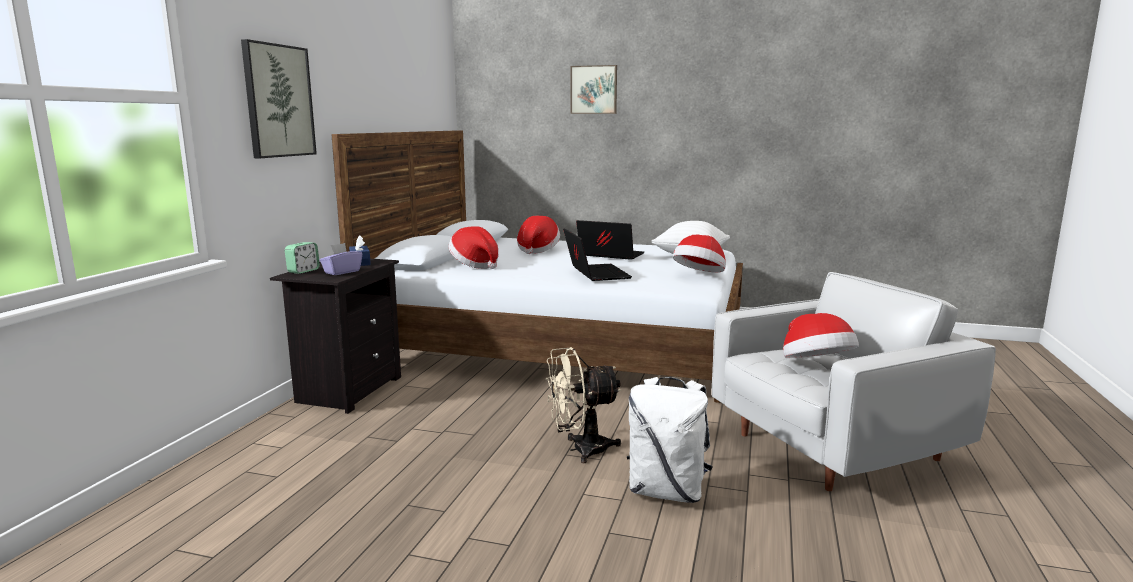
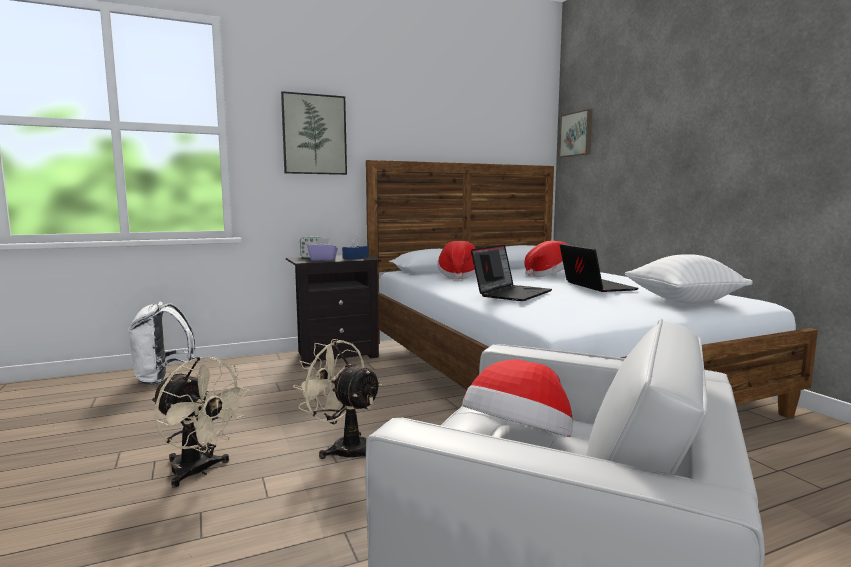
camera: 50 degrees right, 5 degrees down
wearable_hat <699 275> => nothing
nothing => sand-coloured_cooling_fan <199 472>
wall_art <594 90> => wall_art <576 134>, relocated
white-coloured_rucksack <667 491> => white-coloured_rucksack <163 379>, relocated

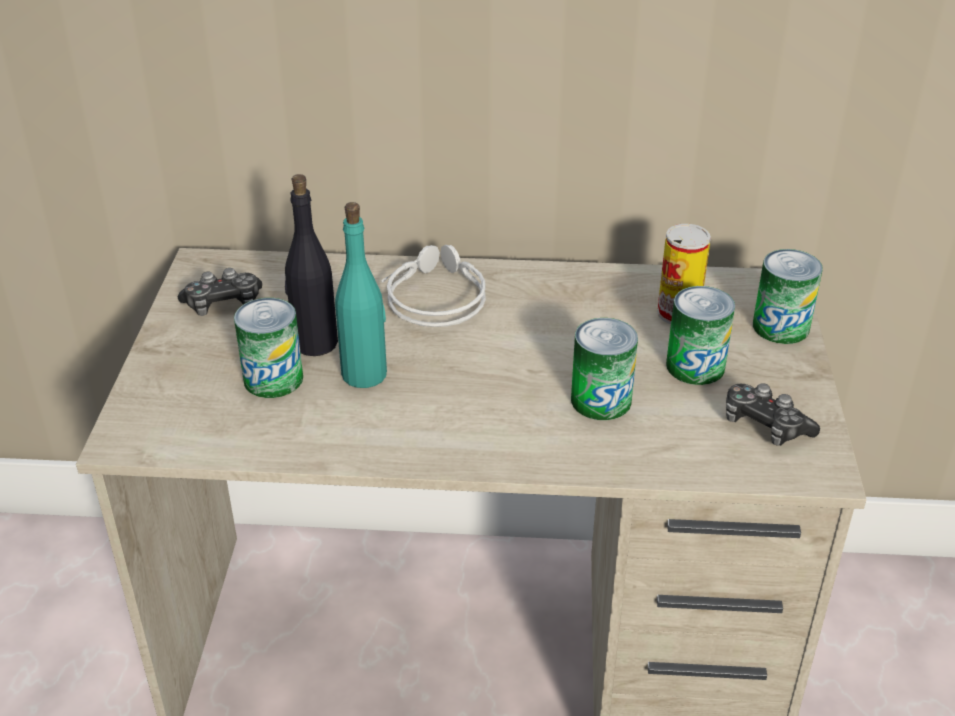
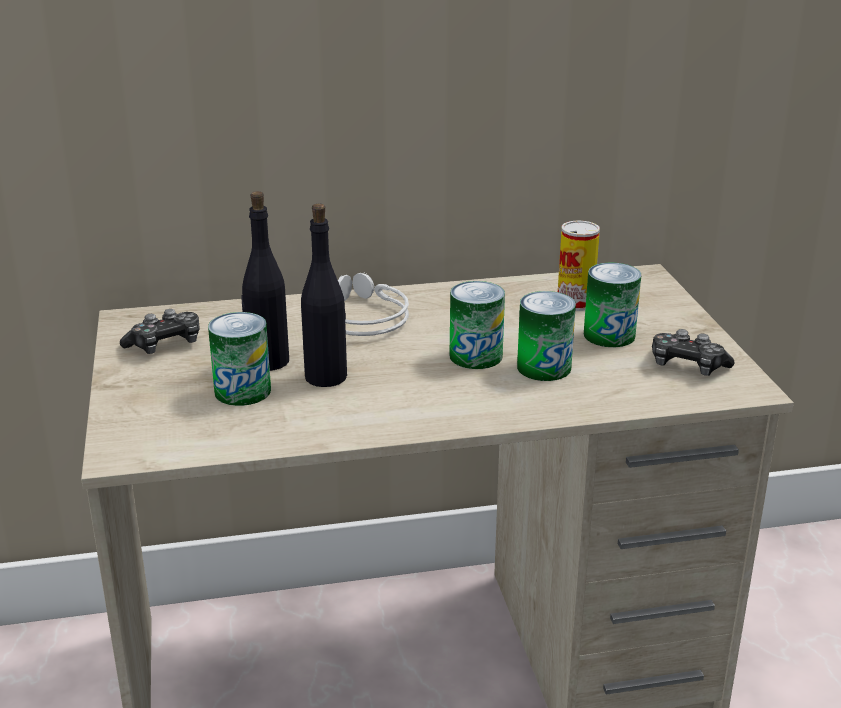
camera: 15 degrees left, 10 degrees down
sealed_can <780 327> => sealed_can <476 356>, relocated
blue-green_bottle <365 374> => black_bottle <326 377>

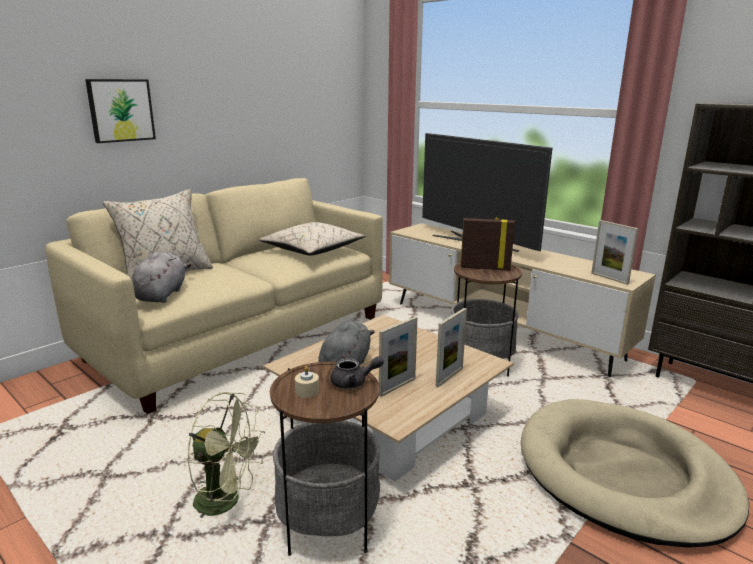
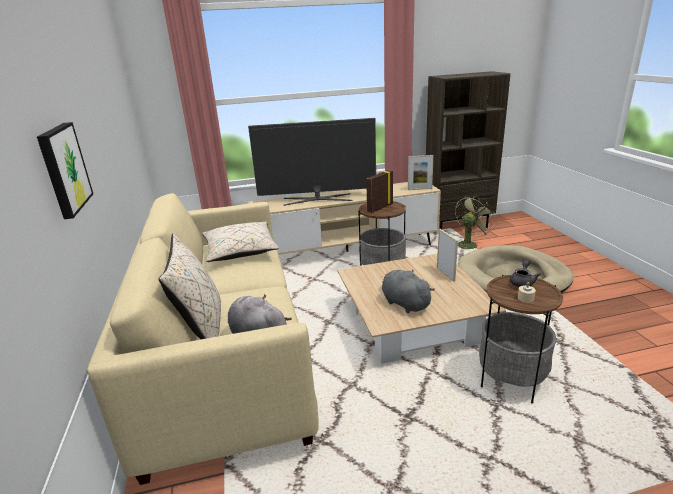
camera: 55 degrees left, 5 degrees up
photo_frame <397 387> => nothing
greenish_cooling_fan <227 501> => greenish_cooling_fan <469 244>, relocated

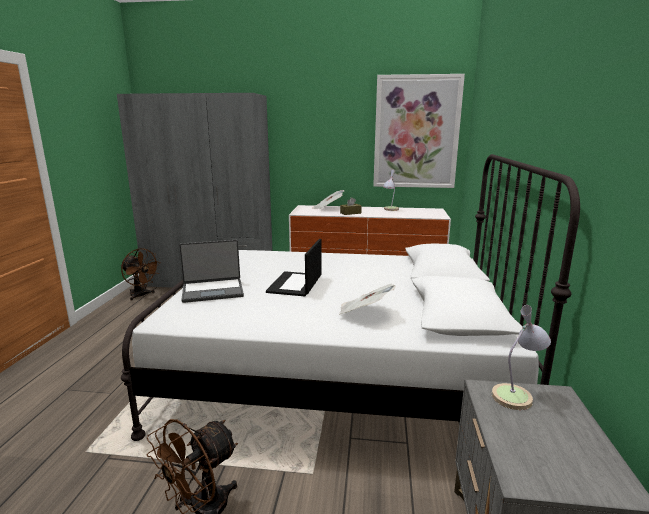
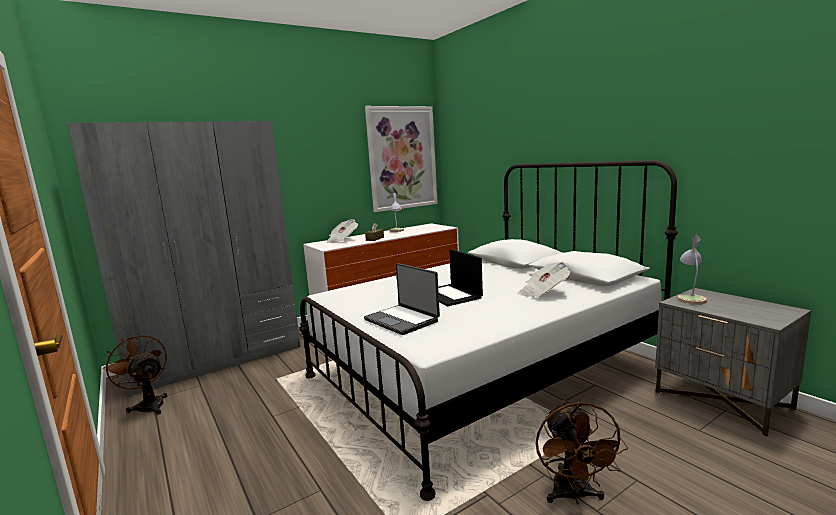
camera: 40 degrees left, 5 degrees down
brownish_cooling_fan <141 295> => brownish_cooling_fan <148 405>, 135 degrees counterclockwise
notebook_computer <213 291> => notebook_computer <402 320>, 105 degrees clockwise

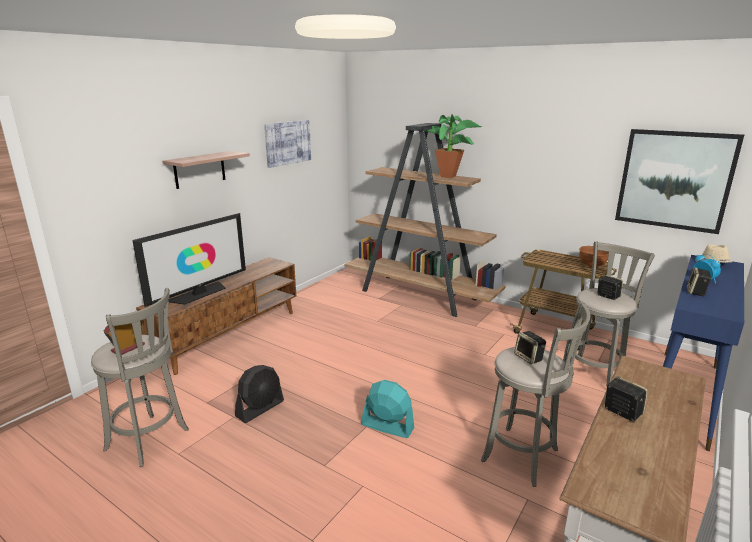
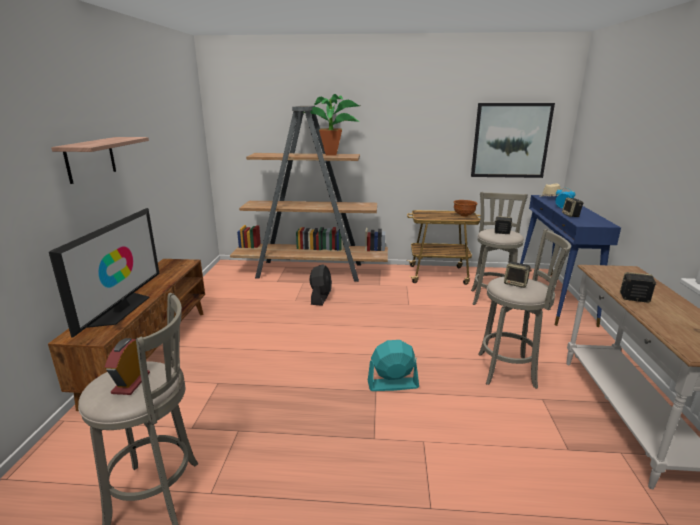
camera: 30 degrees left, 0 degrees up
wall_art <287 143> => nothing
black_cooling_fan <260 408> => black_cooling_fan <321 298>, relocated

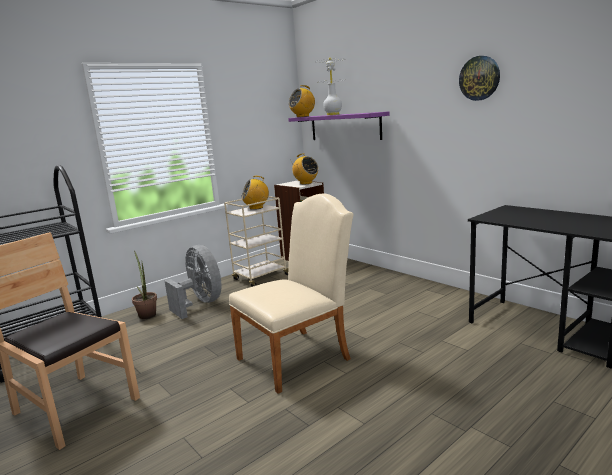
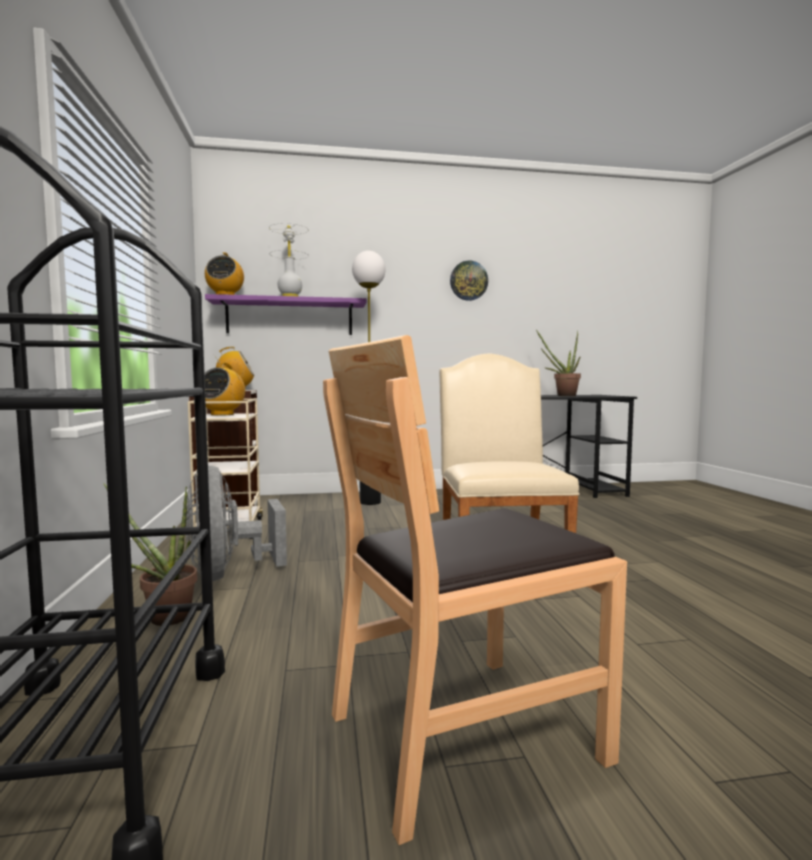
camera: 60 degrees left, 10 degrees down
nothing => standing_lamp <370 502>
nothing => plant_in_a_pot <562 395>
gray_cooling_fan <200 304> => gray_cooling_fan <227 574>, 105 degrees counterclockwise

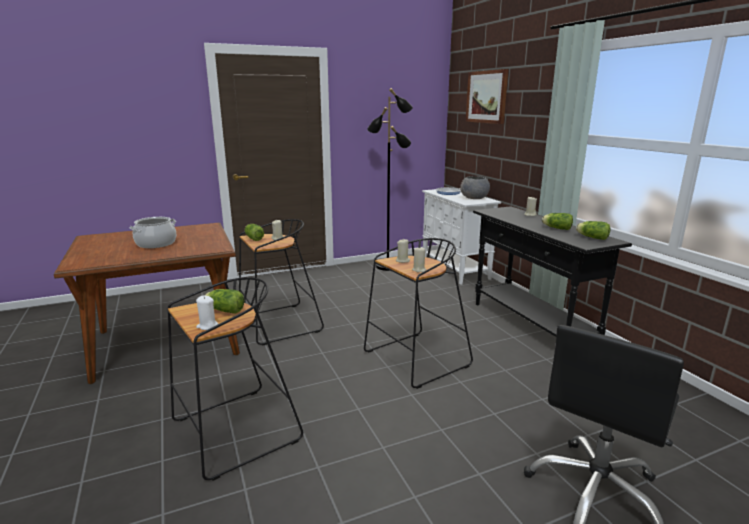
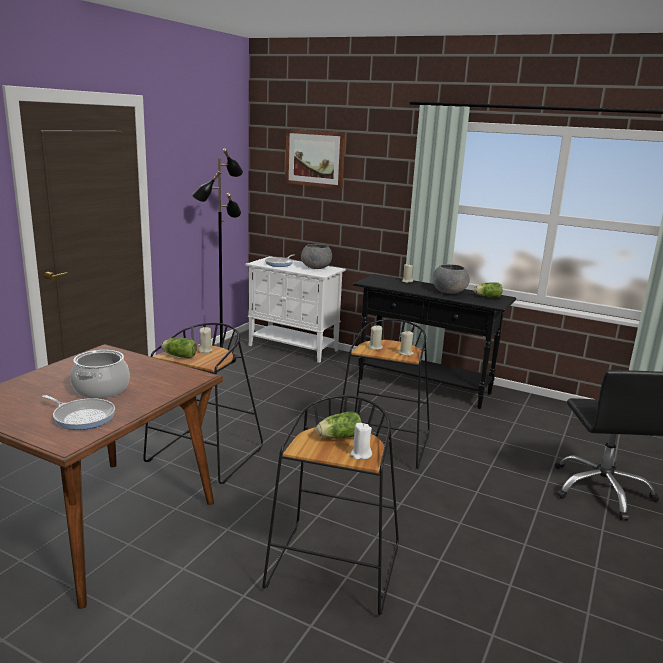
camera: 40 degrees left, 0 degrees up
nothing => pan <82 417>
lettuce_head <556 228> => gray_bowl <450 292>

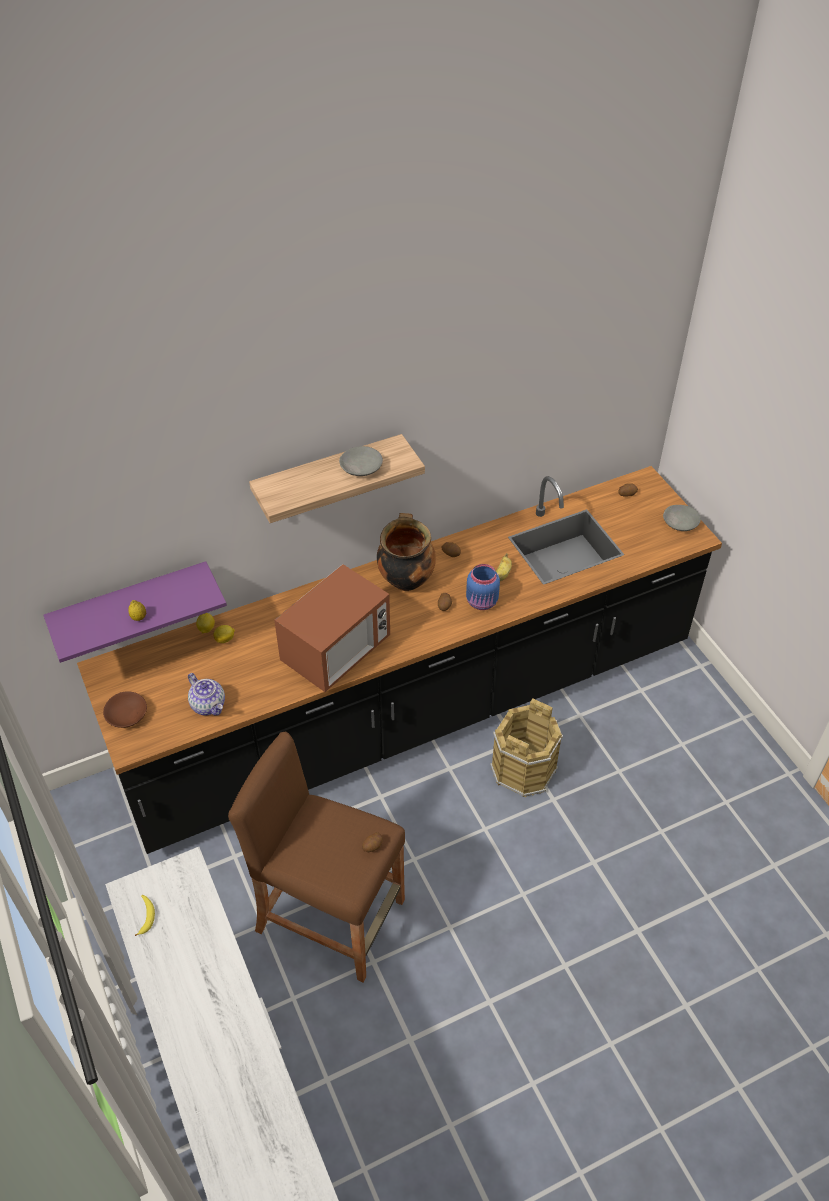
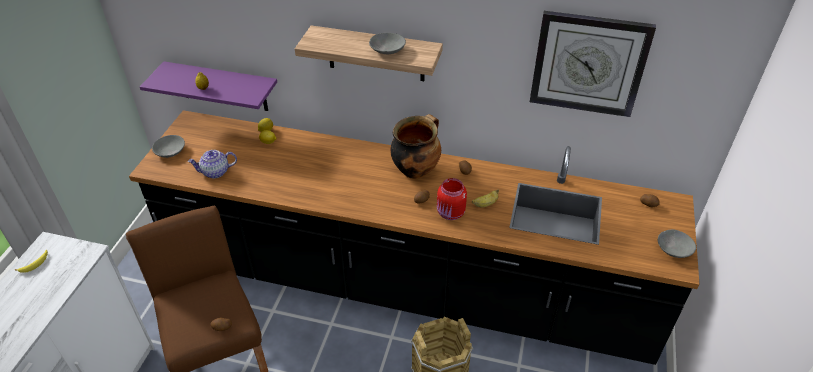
camera: 40 degrees right, 5 degrees down
microwave_oven <336 651> => nothing
nothing => hanging_clock <588 64>
brownish_bowl <127 715> => gray_bowl <170 151>
bluish_preserve_jar <482 602> => red-coloured_preserve_jar <450 213>
tea_pot <209 705> => tea_pot <215 172>, 75 degrees clockwise

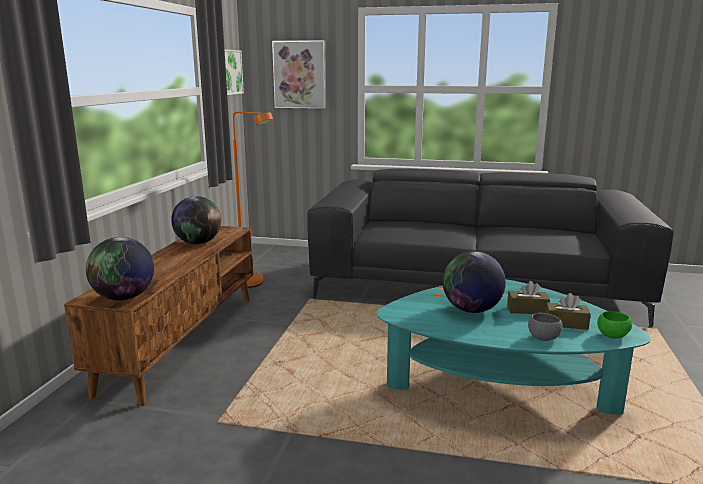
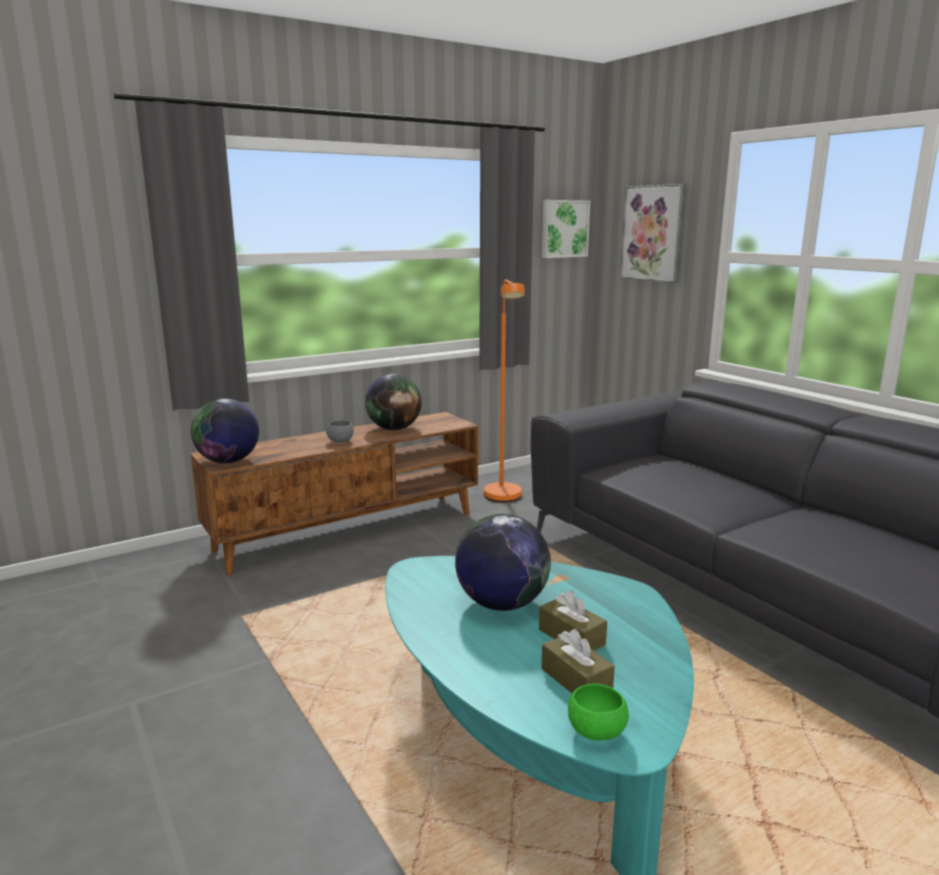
camera: 45 degrees right, 0 degrees up
gray_bowl <543 338> => gray_bowl <340 441>, relocated

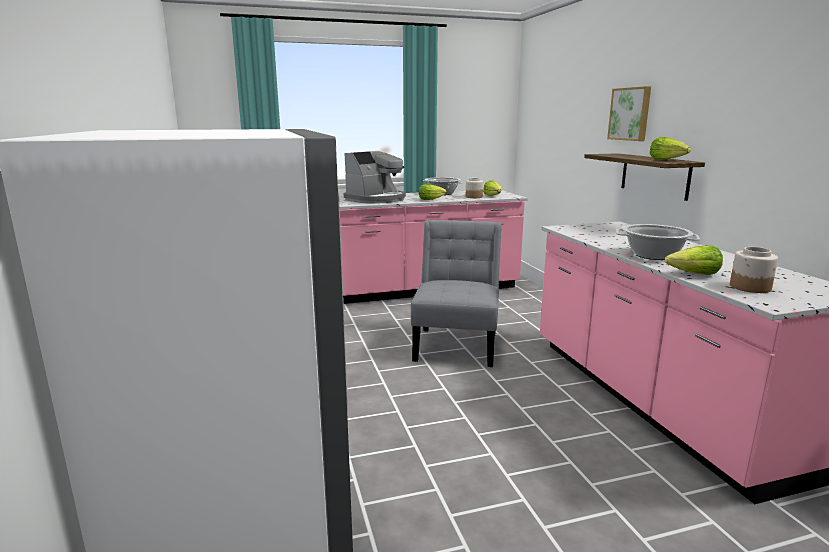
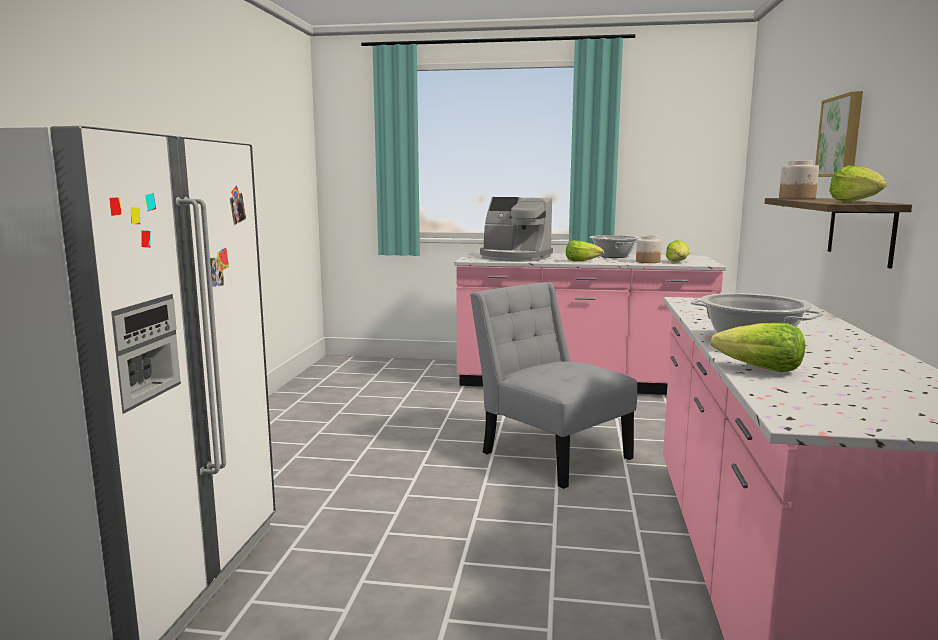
camera: 25 degrees right, 5 degrees down
preserve_jar <750 287> => preserve_jar <797 198>, relocated
coffee_maker <376 199> => coffee_maker <514 258>, 45 degrees clockwise
gray_upright_chair <457 344> => gray_upright_chair <550 453>, 75 degrees counterclockwise

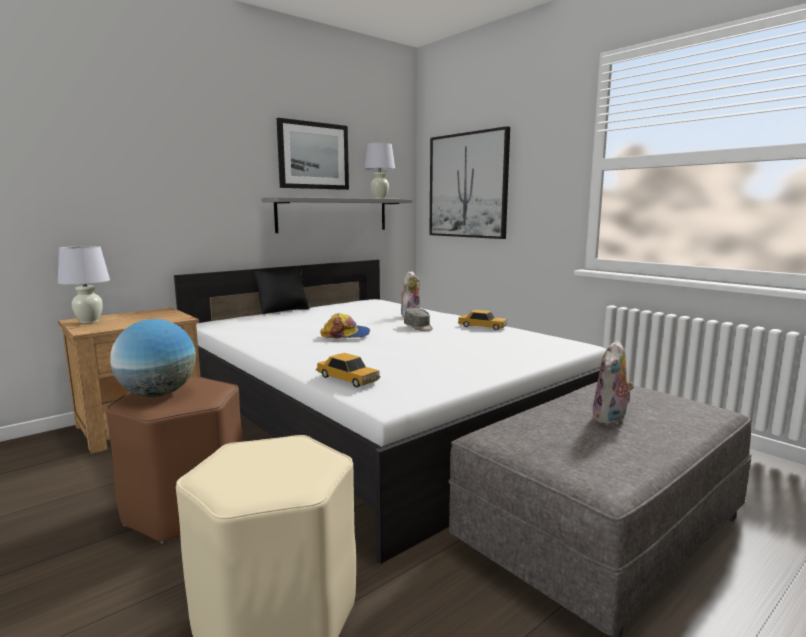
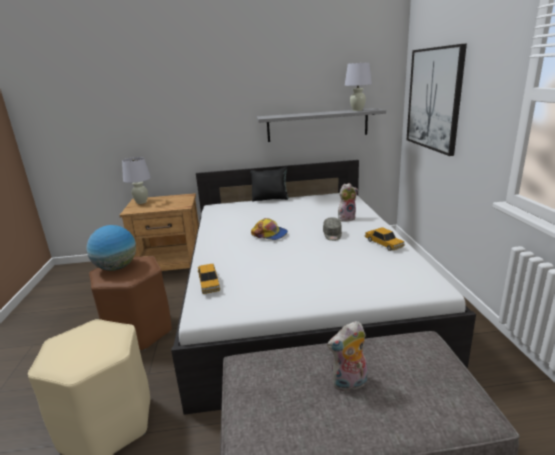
camera: 35 degrees right, 10 degrees up
wall_art <313 156> => nothing

